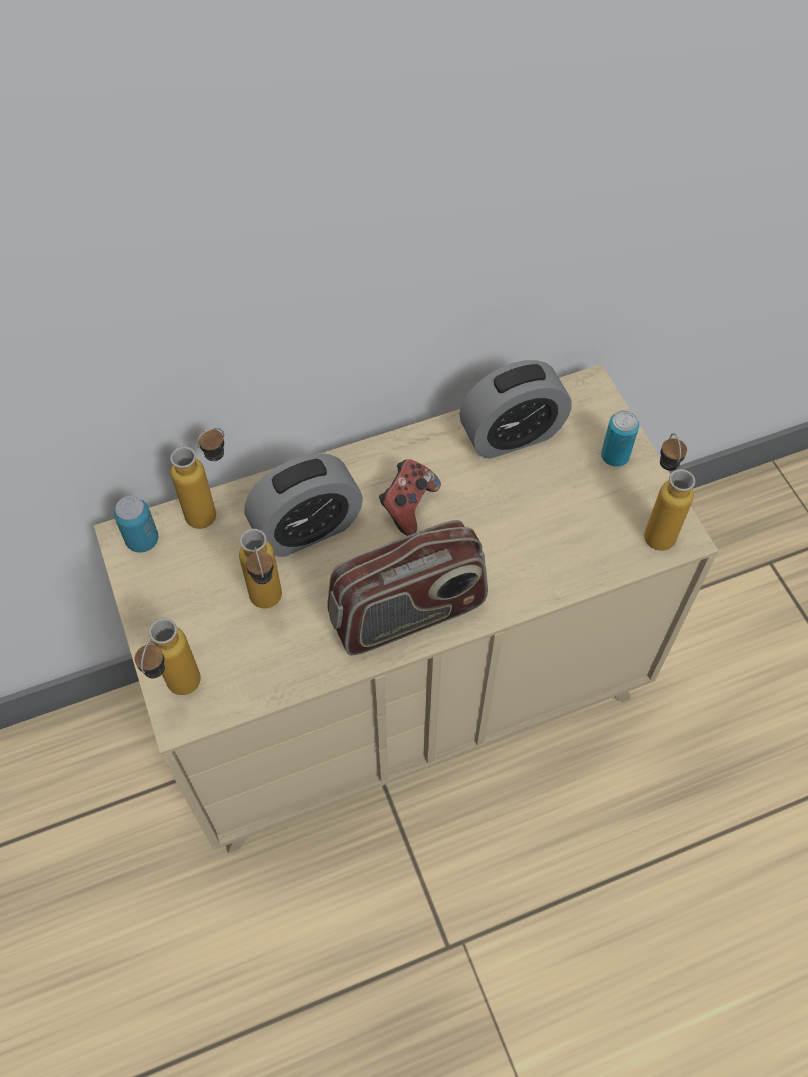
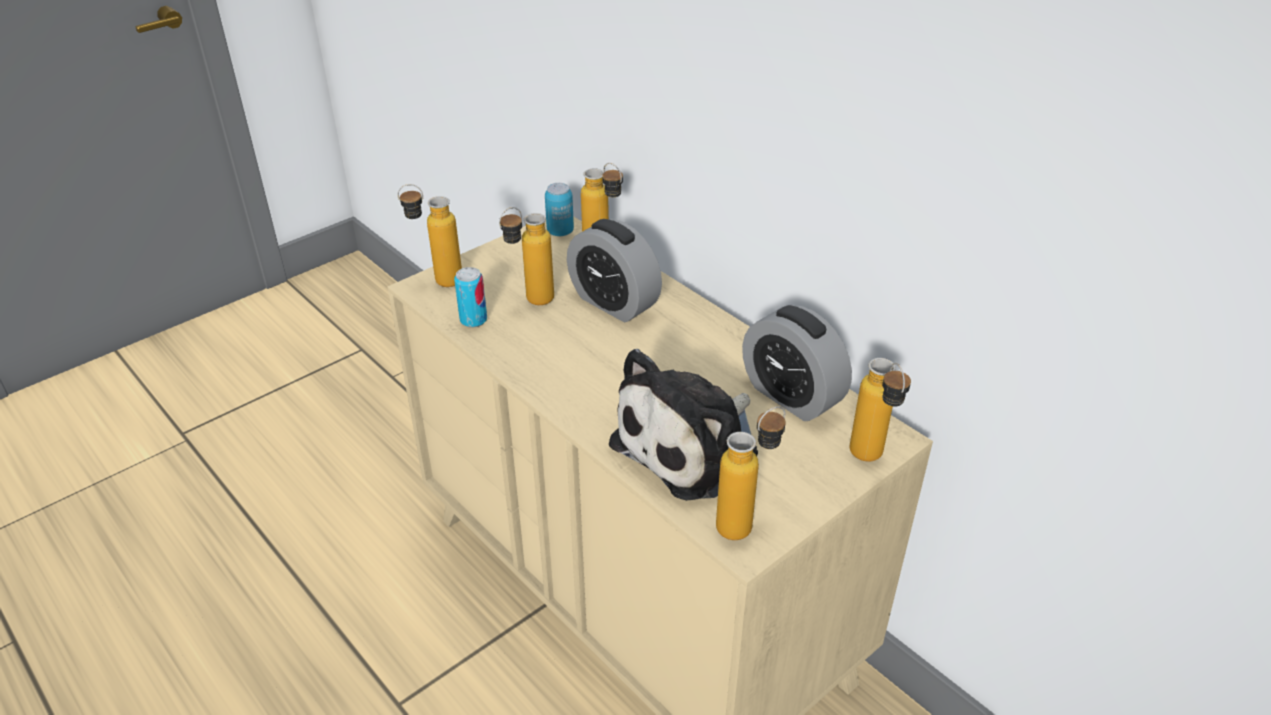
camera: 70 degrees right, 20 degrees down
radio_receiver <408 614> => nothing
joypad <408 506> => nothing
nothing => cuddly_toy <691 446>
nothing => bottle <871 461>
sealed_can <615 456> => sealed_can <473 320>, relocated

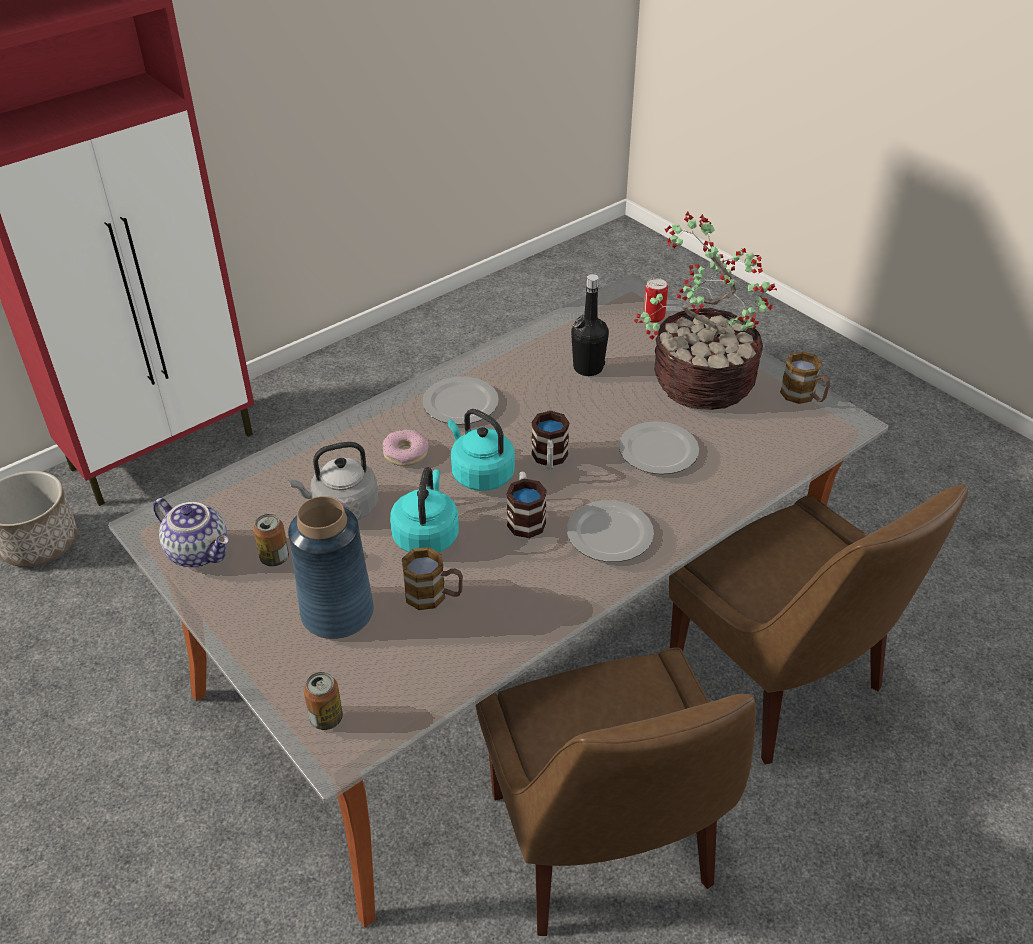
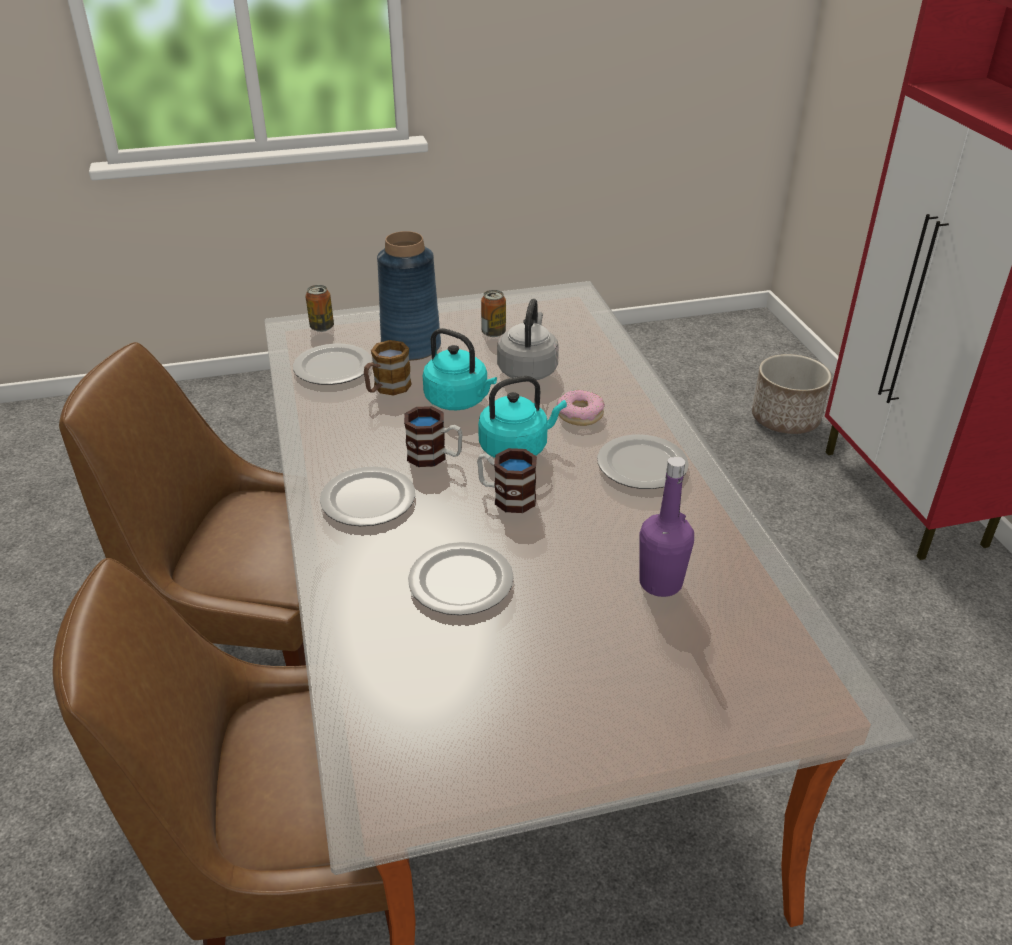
camera: 115 degrees right, 5 degrees down
tea_pot <200 552> => nothing
plant_in_a_pot <699 382> => nothing
sealed_can <653 317> => nothing
mug <803 396> => nothing
nothing => flat_dish <334 367>
black_bottle <588 368> => purple-coloured_bottle <660 583>

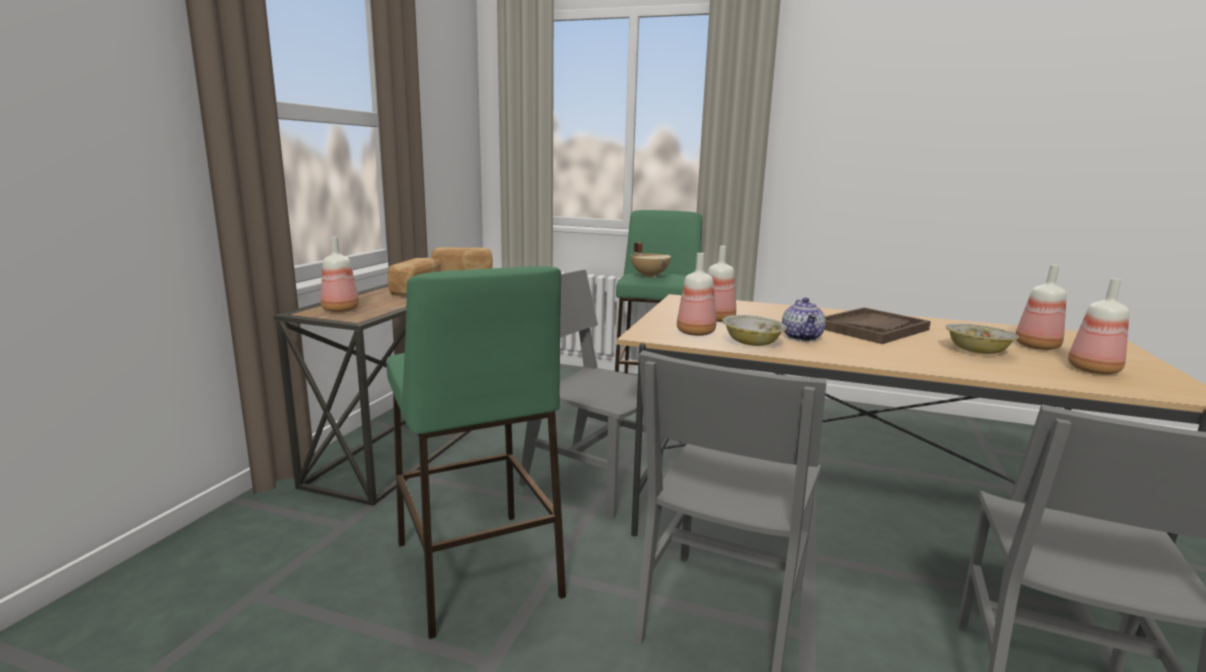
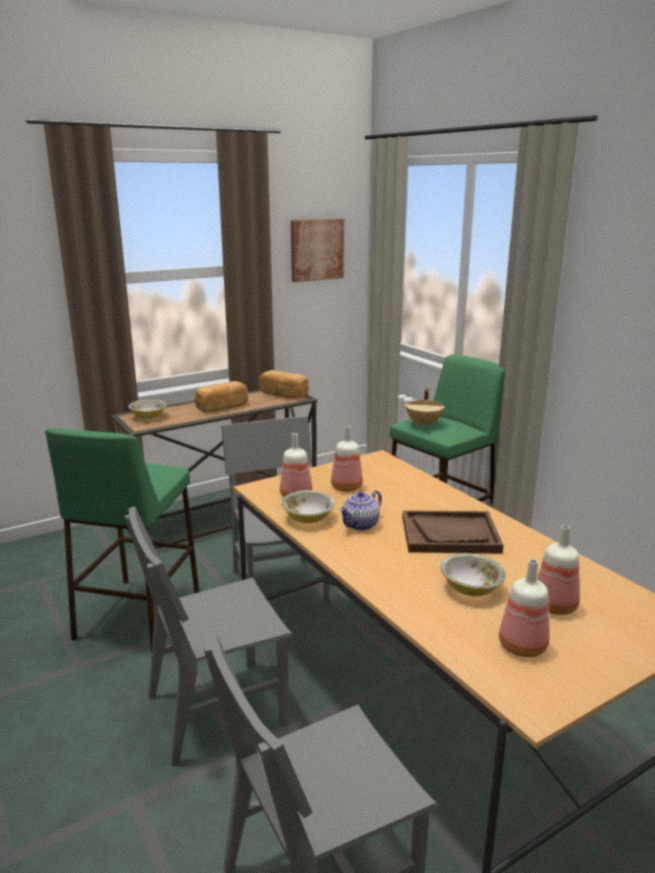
camera: 40 degrees right, 5 degrees up
nothing => wall_art <316 249>
bottle <339 309> => bowl <148 417>

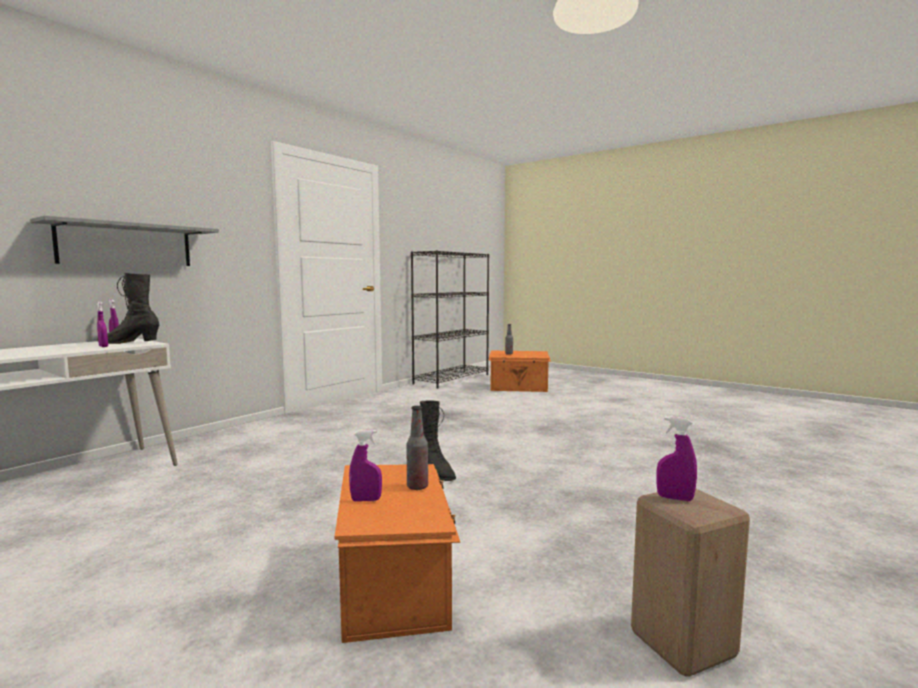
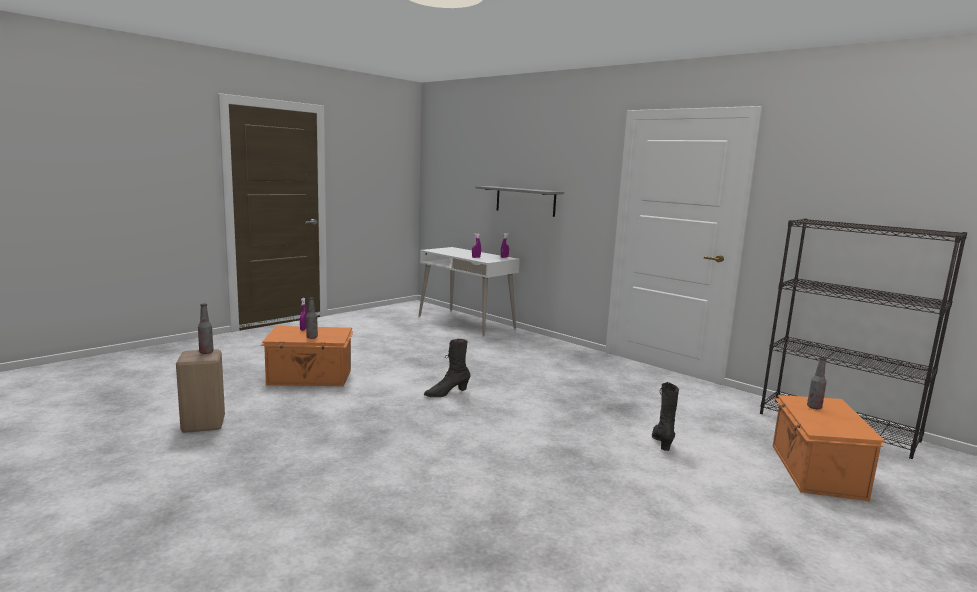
camera: 95 degrees right, 5 degrees up
black_tall_boot <129 343> => black_tall_boot <662 442>, relocated
purple-coloured_spray_bottle <675 498> => bottle <206 352>

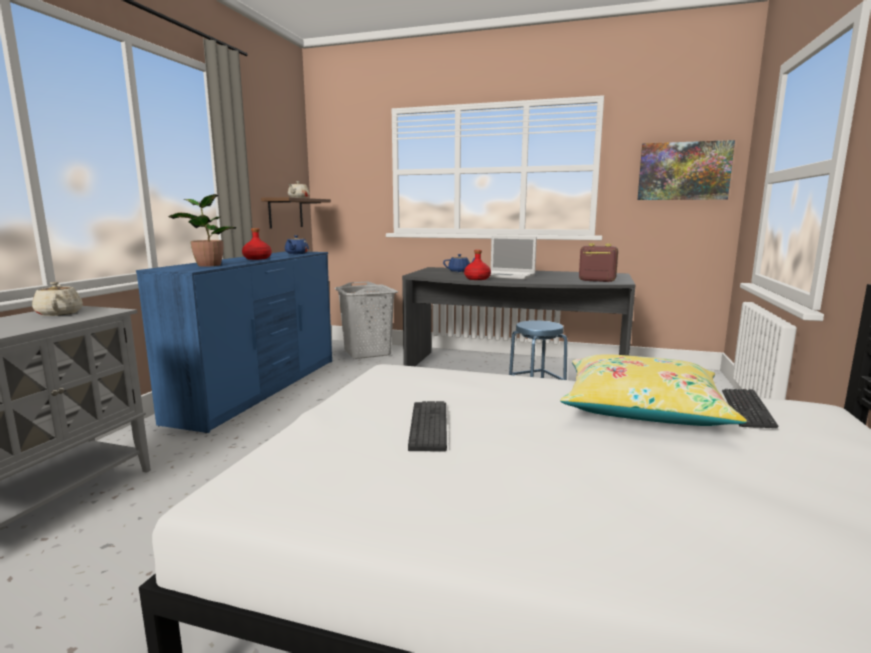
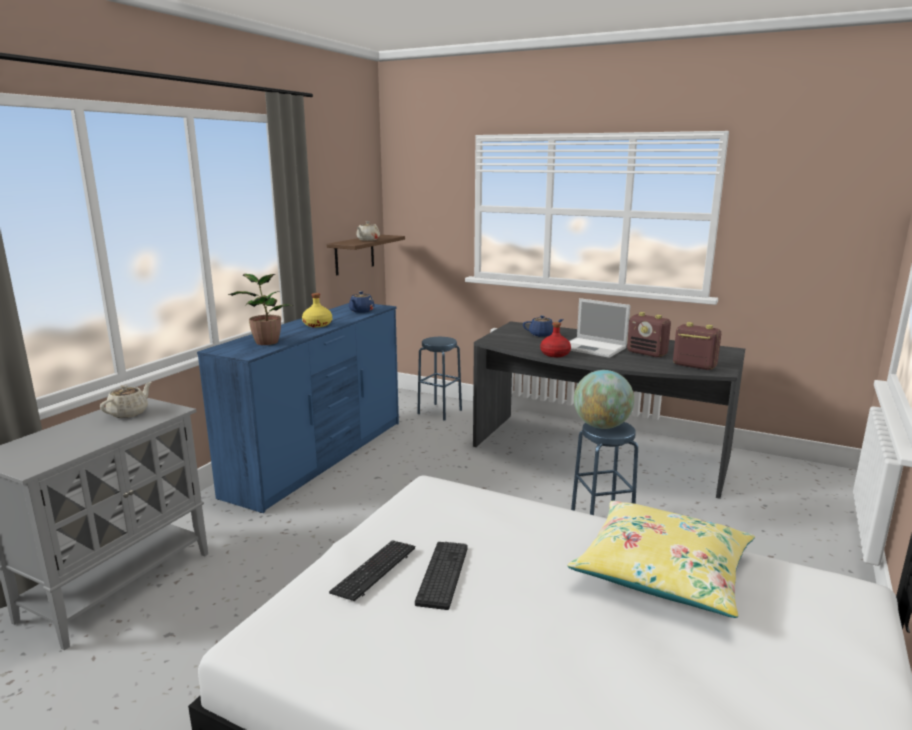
camera: 10 degrees right, 5 degrees up
wall_art <683 171> => nothing
nothing => world_globe <601 426>
nothing => radio_receiver <647 353>
keyboard <747 409> => keyboard <374 571>, relocated
gray_laundry_basket <367 352> => bluish_stool_seat <439 412>
red-coloured_bottle <257 258> => yellow-coloured_bottle <317 325>
sand-coloured_tea_pot <59 313> => sand-coloured_tea_pot <129 413>, 45 degrees clockwise

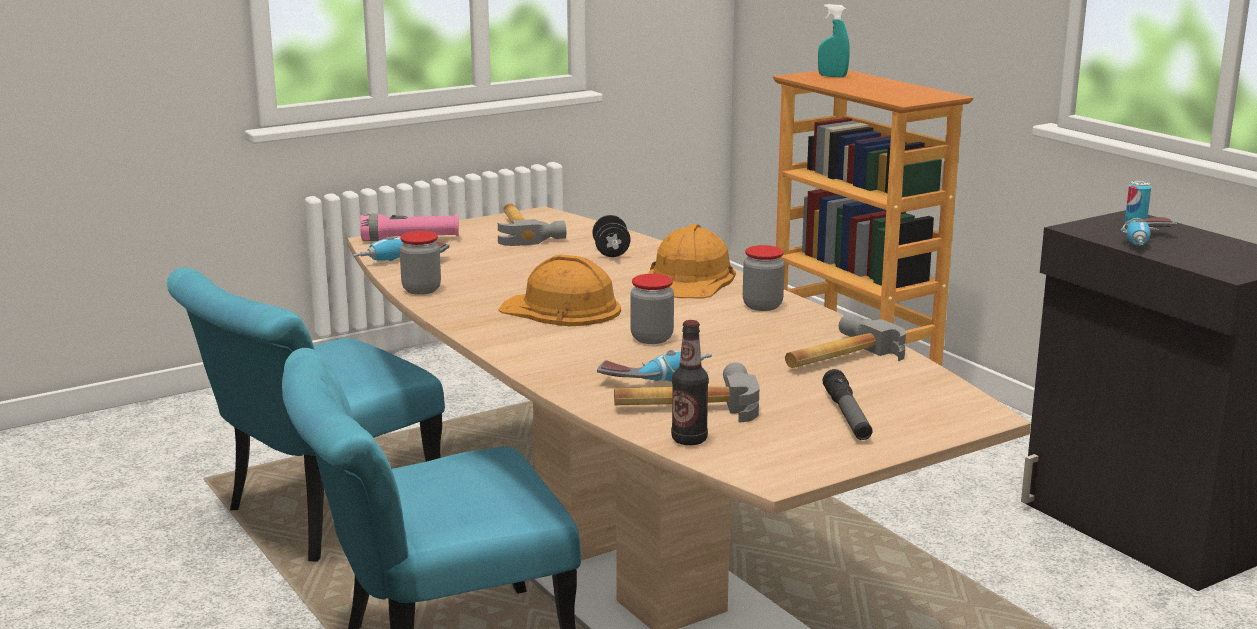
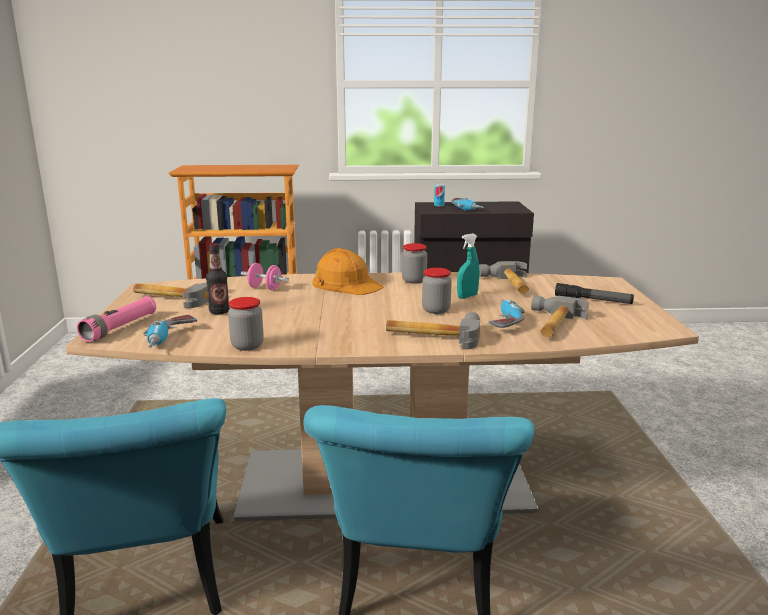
camera: 60 degrees left, 0 degrees up
orange_safety_helmet <562 309> => nothing
nothing => tool_hammer <433 335>
bottle <689 440> => bottle <219 312>, relocated
blue-green_spray_bottle <832 76> => blue-green_spray_bottle <467 296>, relocated
black_free_weight <611 252> => pink_free_weight <265 288>

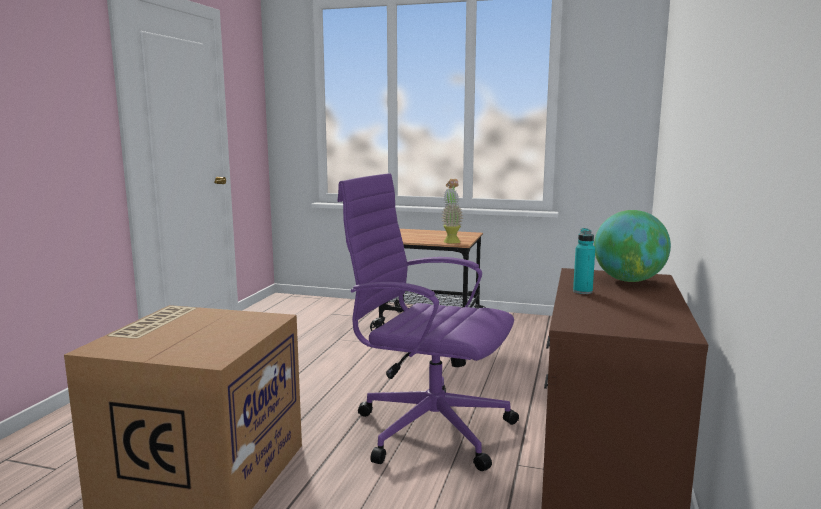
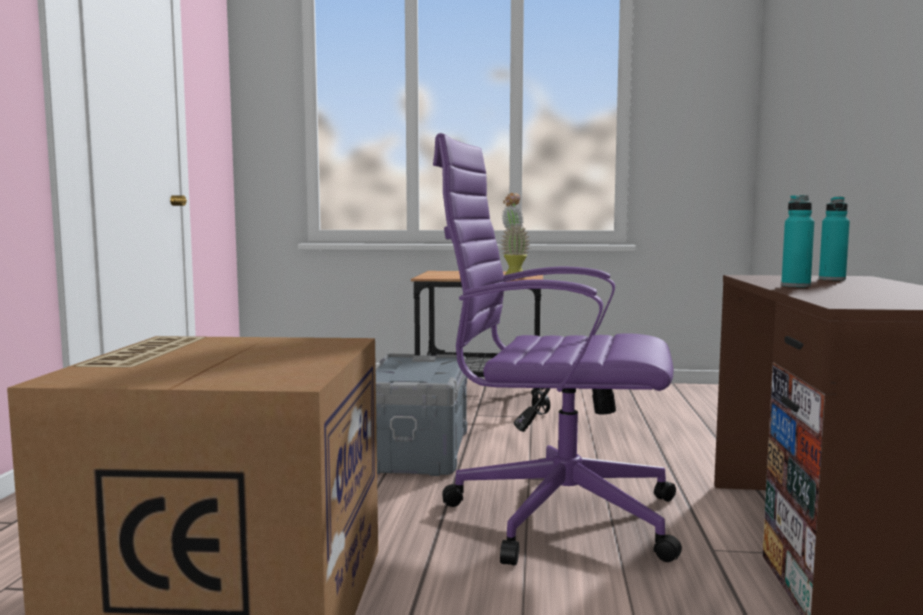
camera: 10 degrees left, 5 degrees down
nothing => gray_storage_bin <418 450>
world_globe <628 280> => blue-green_bottle <832 279>

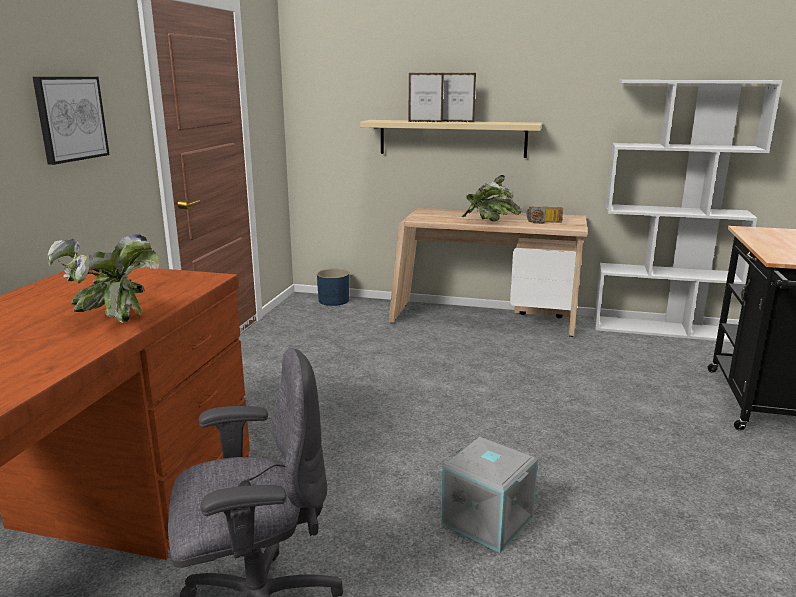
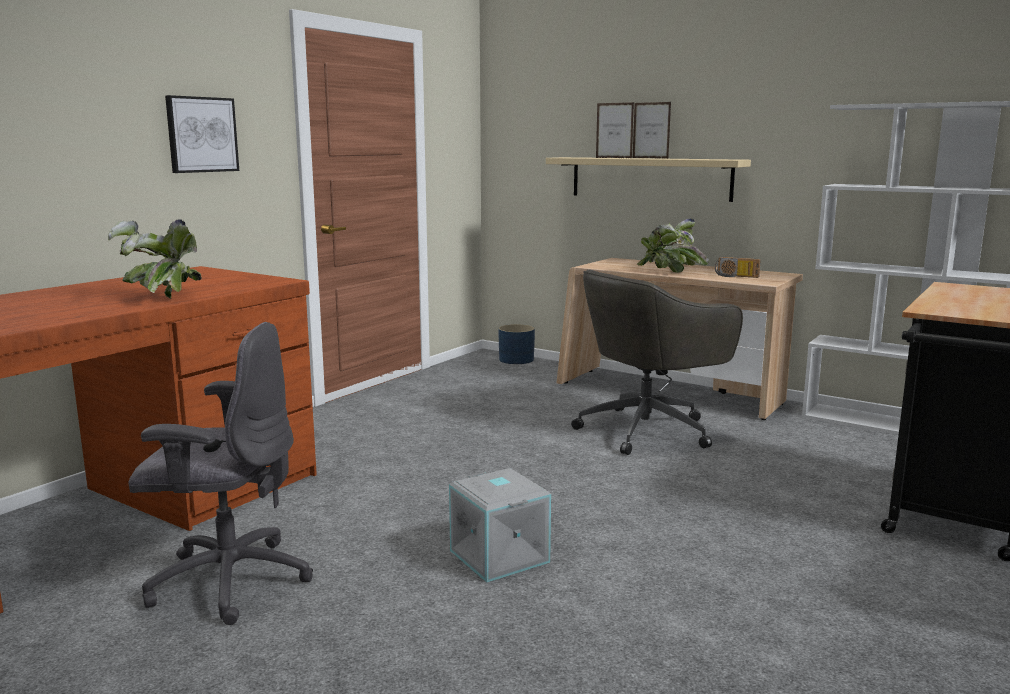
camera: 20 degrees right, 5 degrees down
nothing => gray_office_chair <648 430>

